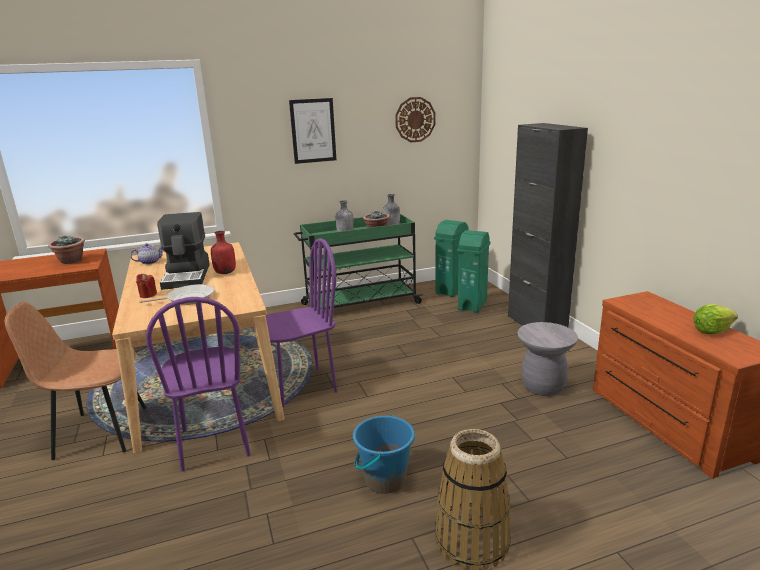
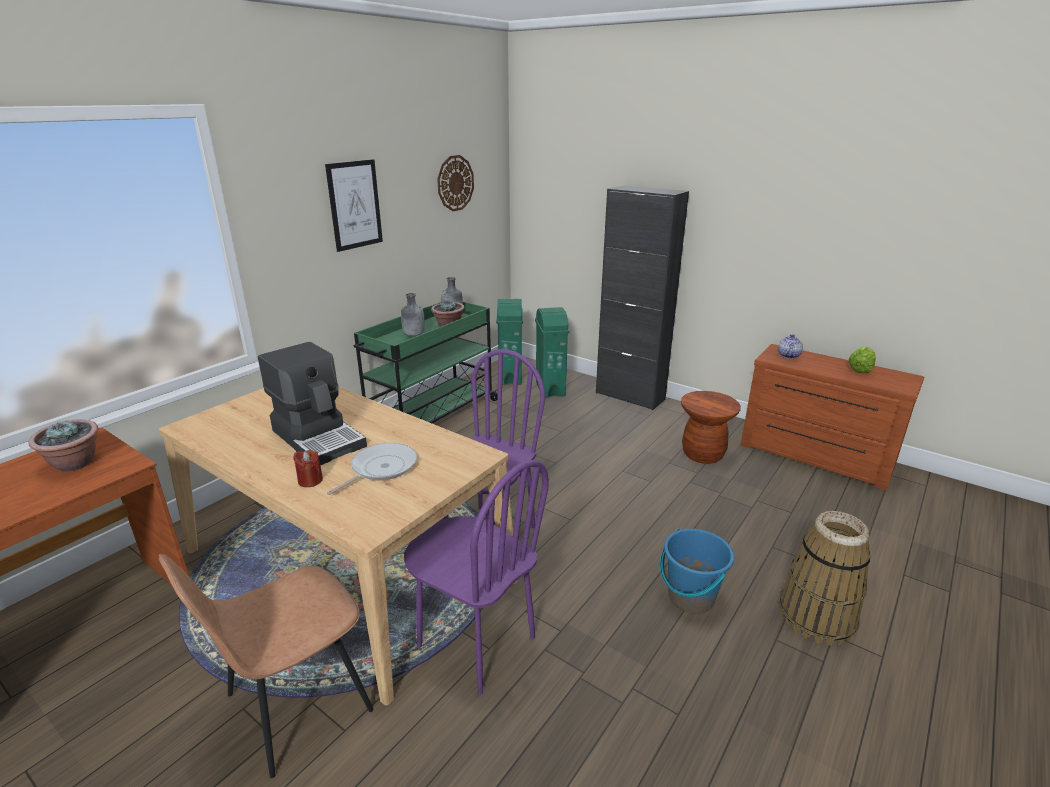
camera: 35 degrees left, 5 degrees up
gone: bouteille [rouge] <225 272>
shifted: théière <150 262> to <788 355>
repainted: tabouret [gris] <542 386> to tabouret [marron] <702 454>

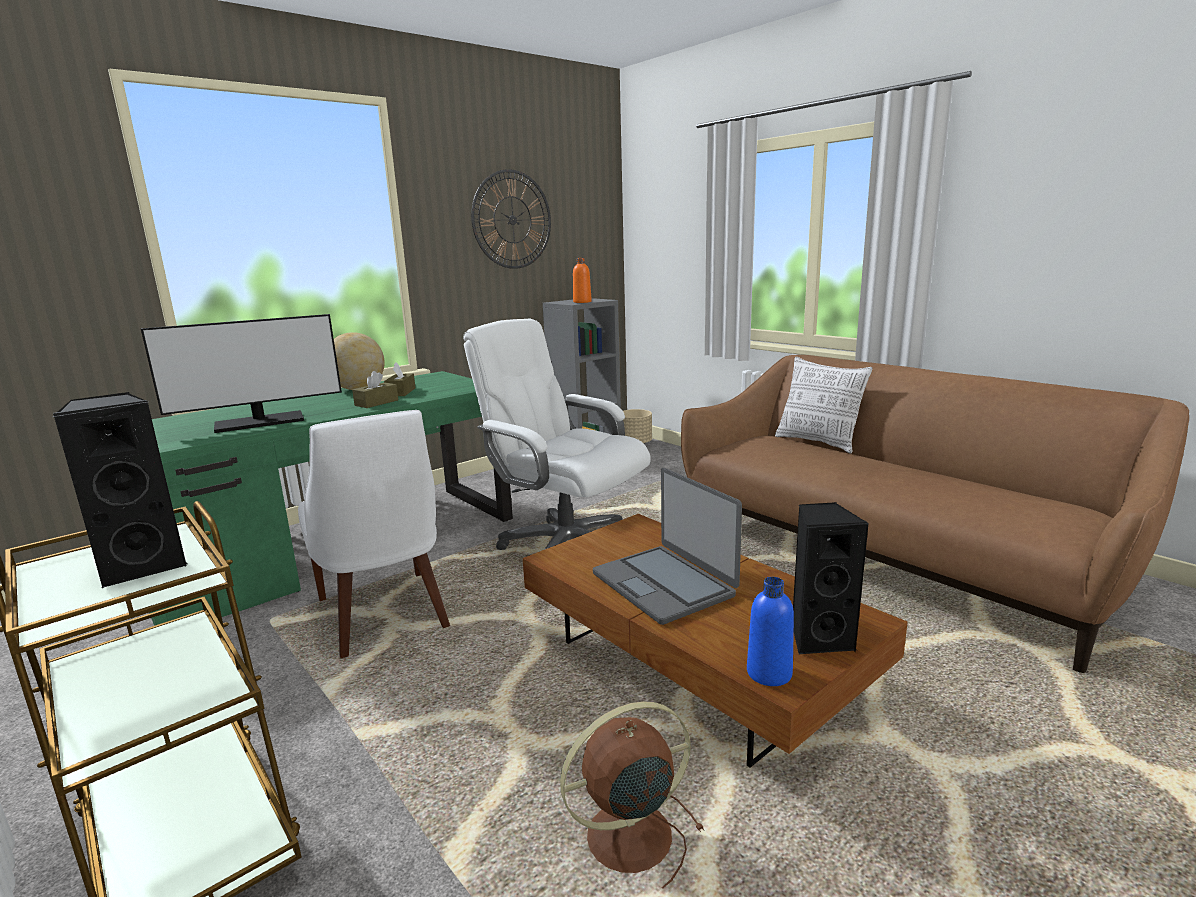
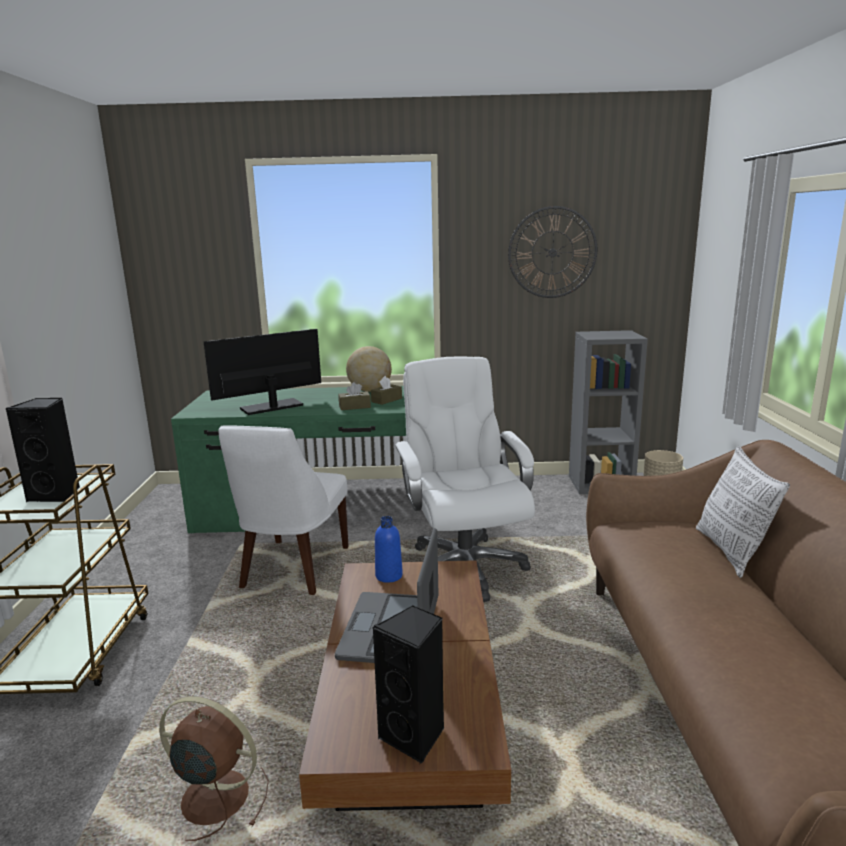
camera: 40 degrees right, 0 degrees up
gone: bouteille [orange] <582 302>
shifted: bouteille [bleu] <769 673> to <389 576>
rotated: écran d'ordinateur <259 422> = <271 407> 135 degrees clockwise

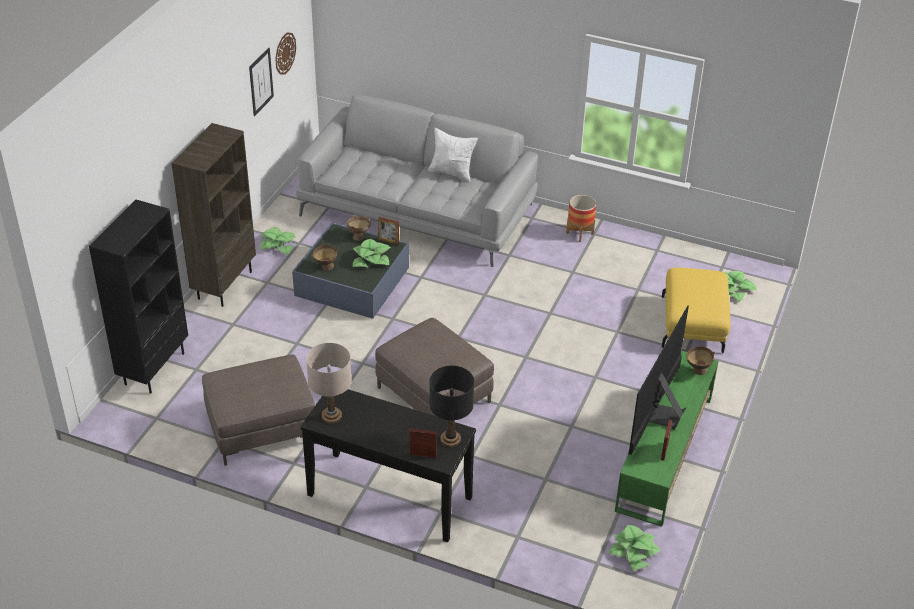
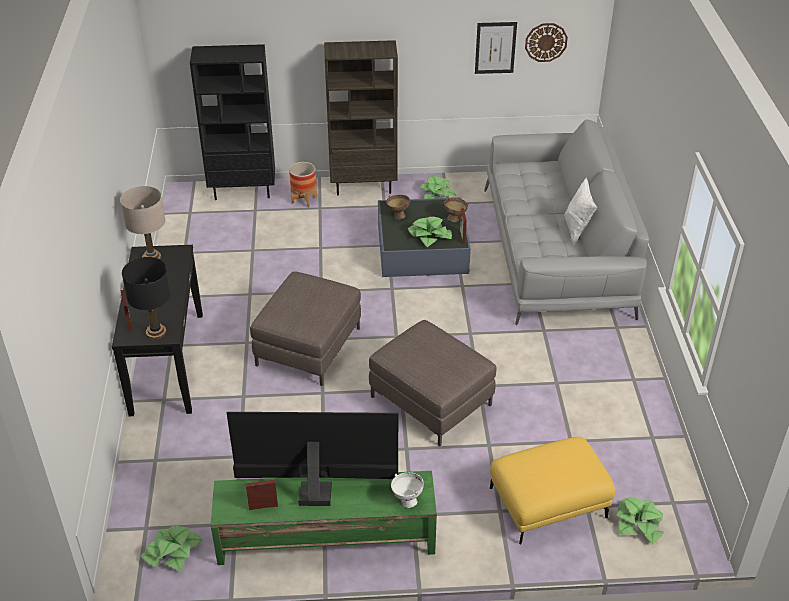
camera: 65 degrees right, 0 degrees up
shifted: pouf [marron] <261 428> to <430 401>; cache-pot <579 233> to <304 200>
repainted: bol [marron] <697 371> to bol [blanc] <406 500>

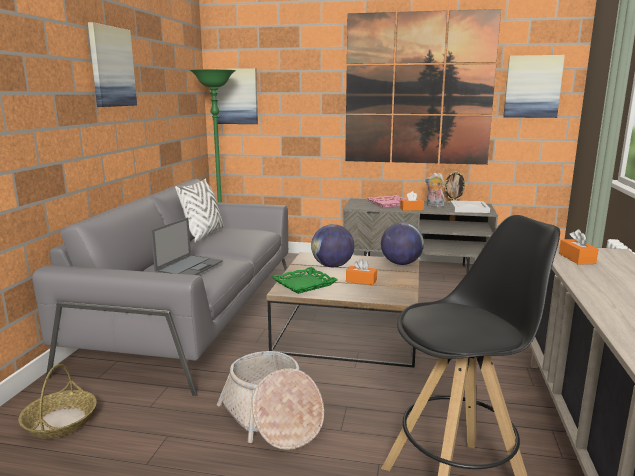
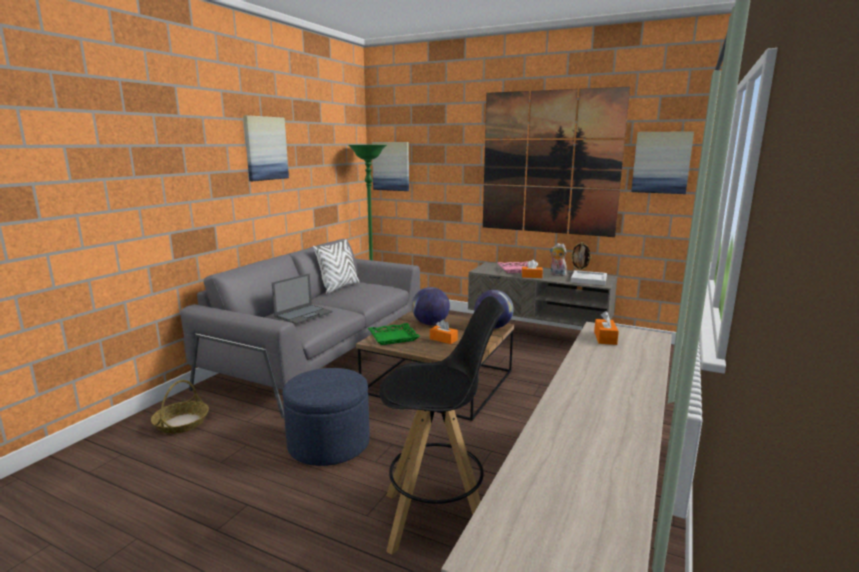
camera: 15 degrees right, 0 degrees up
swapped: panier <272 418> to pouf [bleu] <329 444>

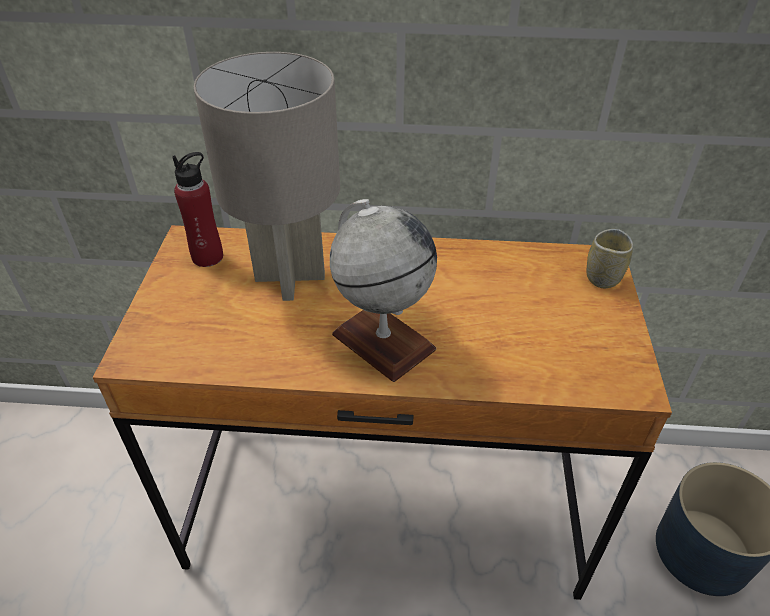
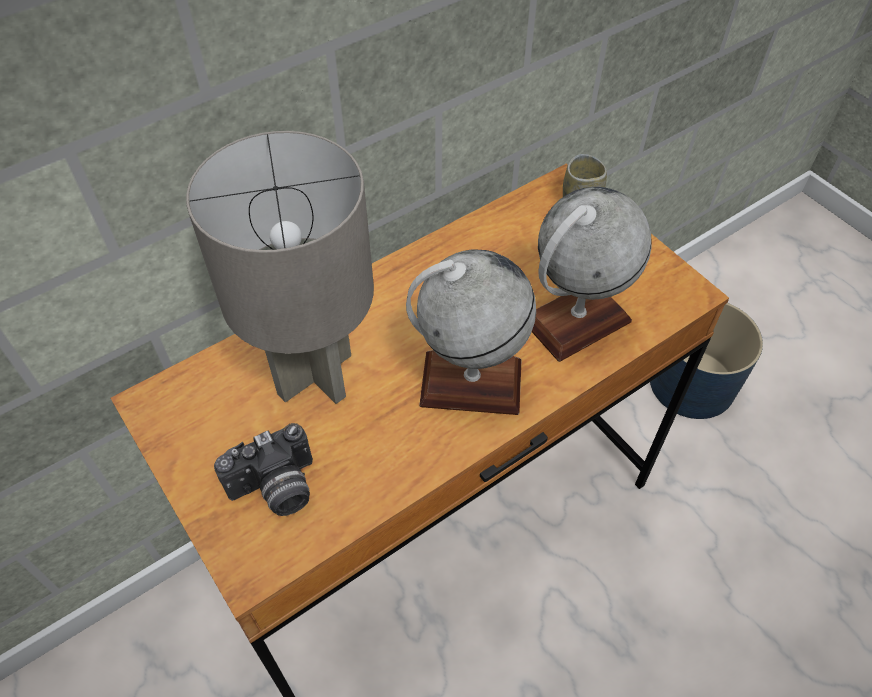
camera: 40 degrees left, 10 degrees up
gone: bouteille [rouge] <208 257>
new: appareil photo <276 490>; globe <576 321>

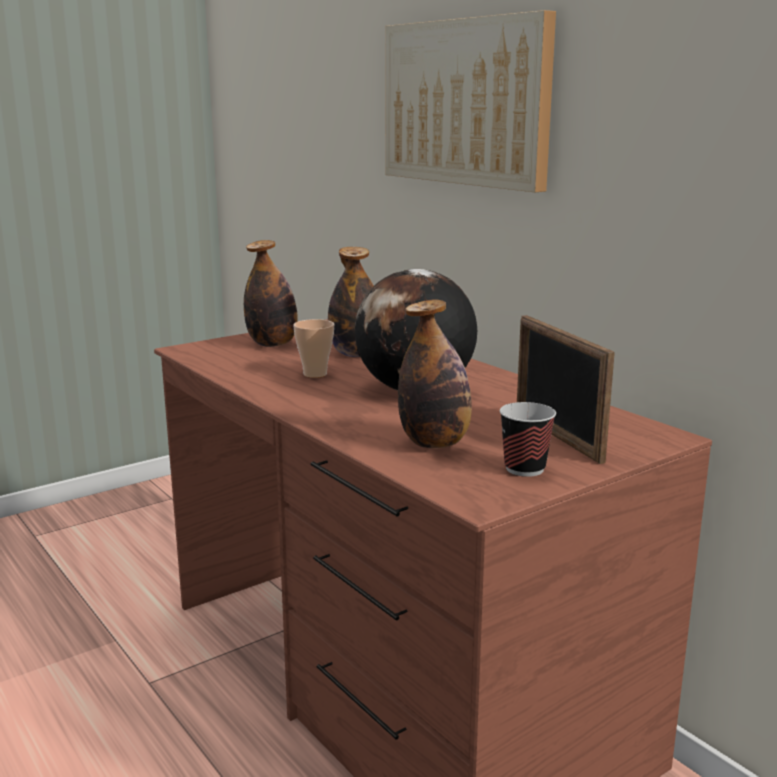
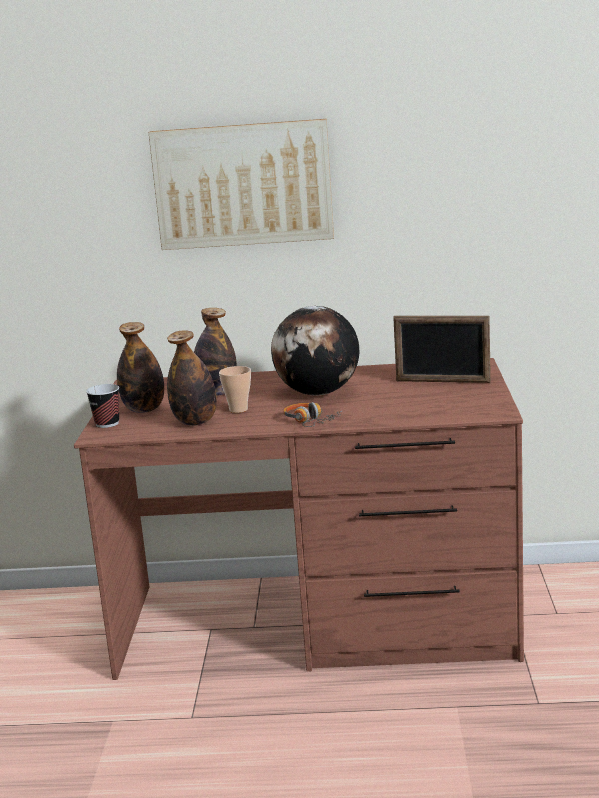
camera: 50 degrees left, 0 degrees up
new: casque audio <310 421>
shifted: bouteille <435 443> to <195 422>; tasse <524 469> to <107 424>

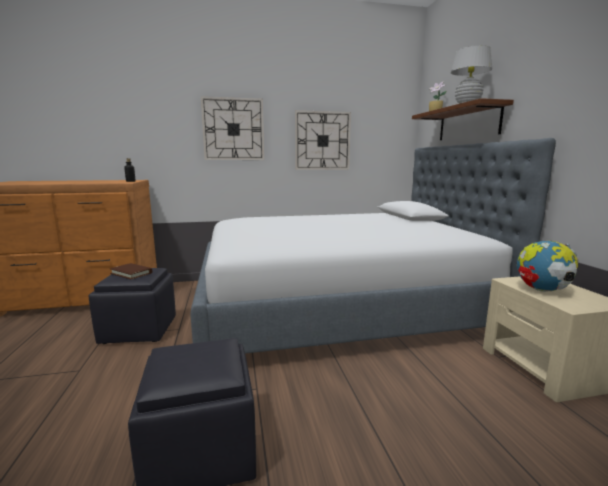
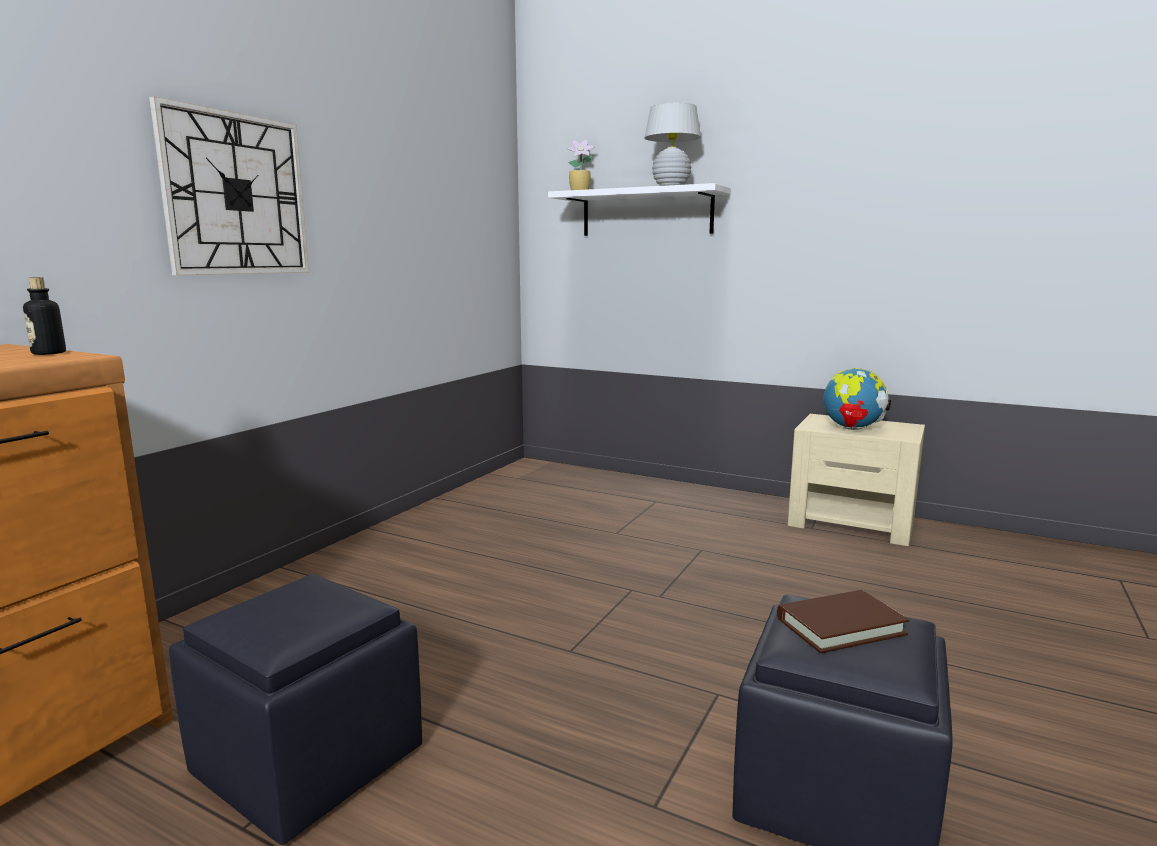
camera: 50 degrees left, 0 degrees up
gone: lit <340 306>; horloge murale <322 141>
shifted: livre [marron] <131 273> to <840 626>
repainted: étagère [marron] <468 123> to étagère [blanc] <646 213>

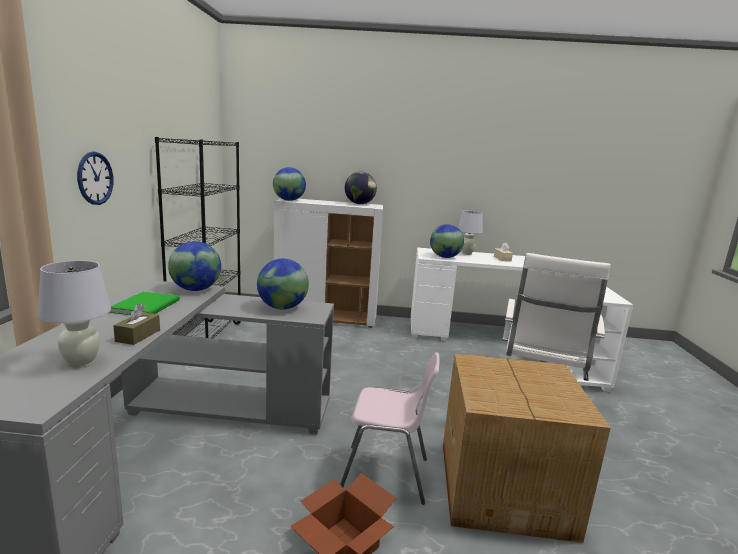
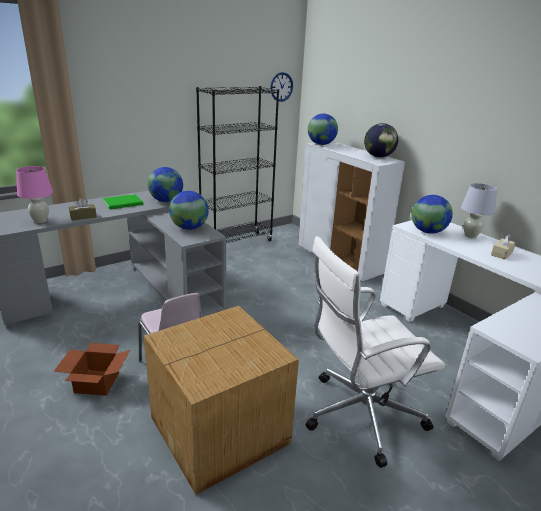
camera: 50 degrees right, 10 degrees up
shifted: horloge murale <95 178> to <281 87>
repainted: lampe de table [blanc] <81 363> to lampe de table [rose] <40 221>

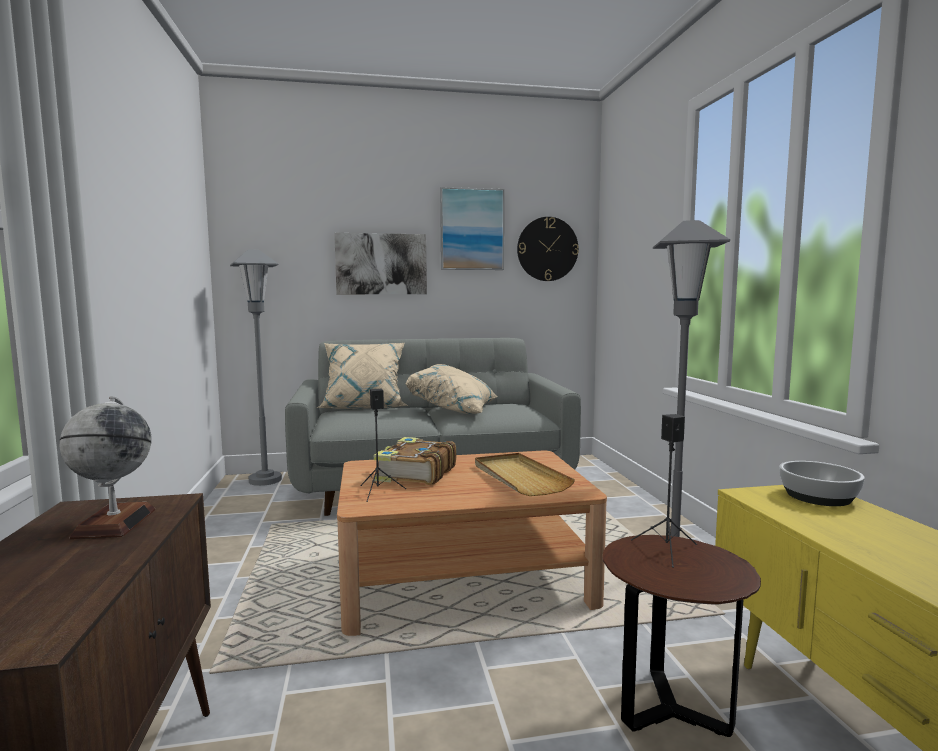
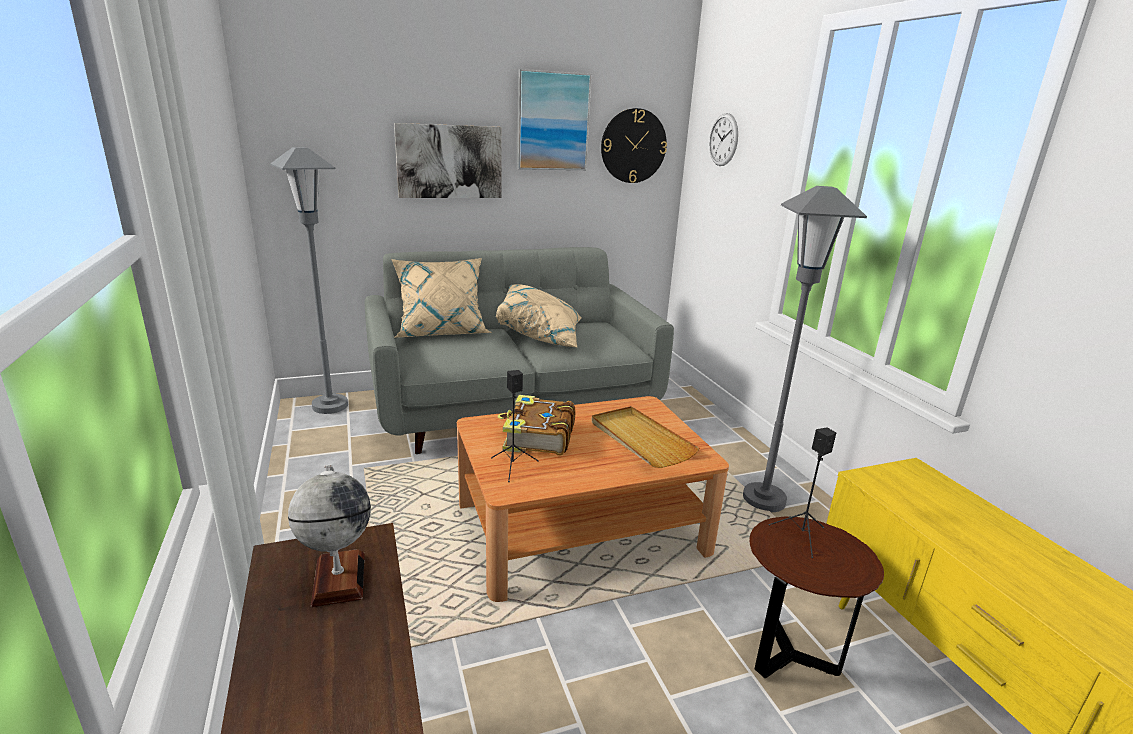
camera: 10 degrees left, 15 degrees up
gone: bol <817 496>
new: horloge murale <723 139>

